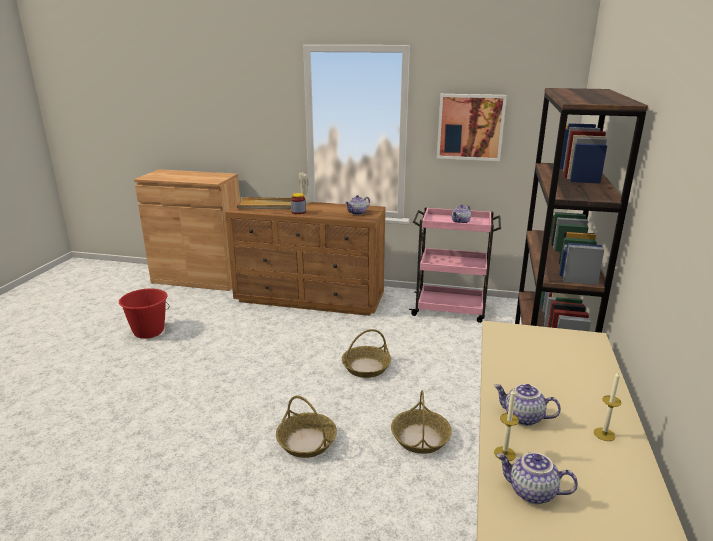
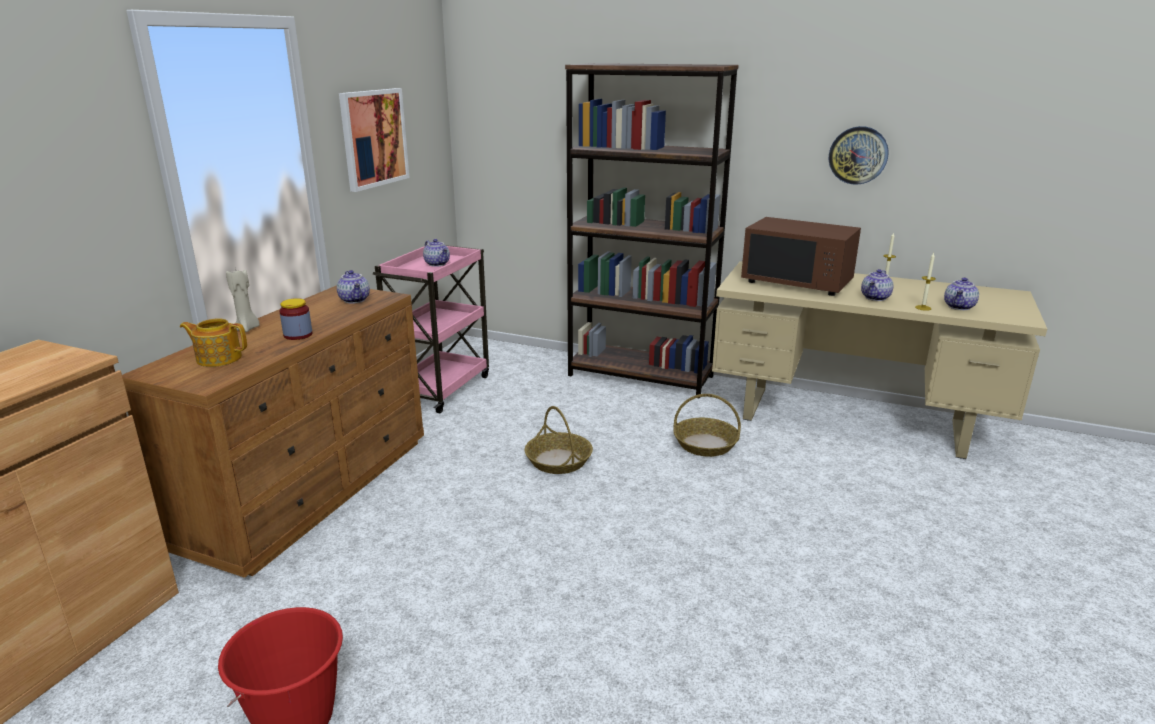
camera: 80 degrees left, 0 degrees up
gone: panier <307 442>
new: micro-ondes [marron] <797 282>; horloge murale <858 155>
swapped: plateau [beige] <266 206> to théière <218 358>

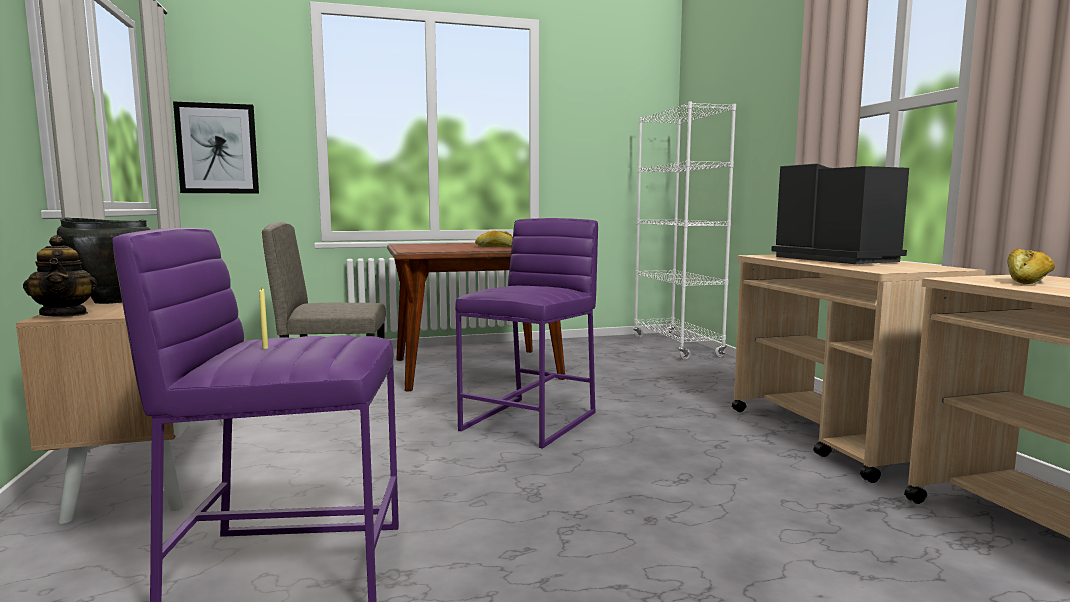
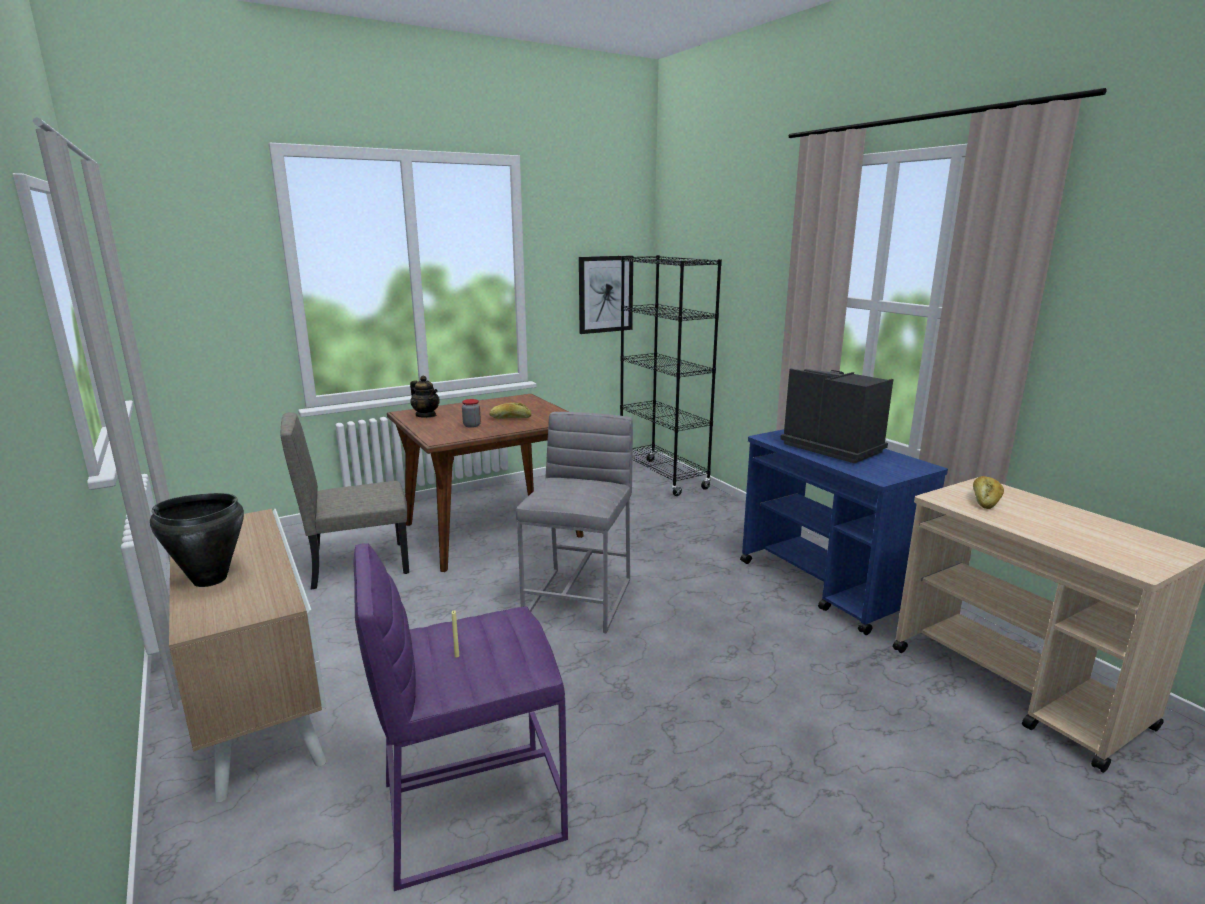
camera: 15 degrees left, 10 degrees up
new: bocal <472 425>
shifted: théière <65 314> to <426 415>; tableau <217 149> to <605 294>
repainted: tabouret [violet] <531 421> to tabouret [gris] <580 599>; bibliothèque [blanc] <676 347> to bibliothèque [noir] <663 477>; chariot [beige] <835 437> to chariot [bleu] <827 585>

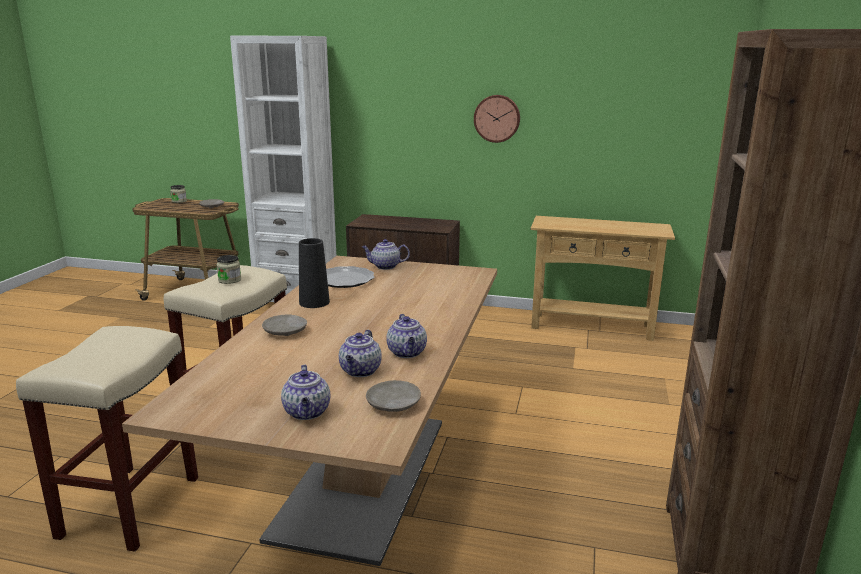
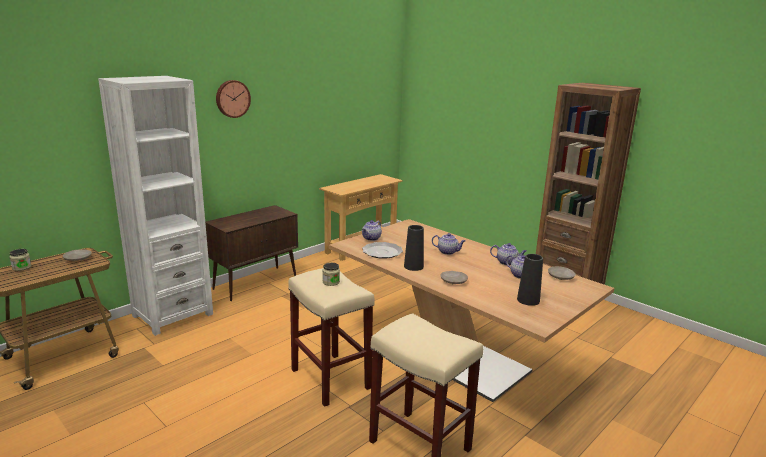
camera: 60 degrees left, 0 degrees up
new: vase [noir] <528 300>
shifted: théière <307 412> to <448 252>; horloge murale <497 118> to <232 98>

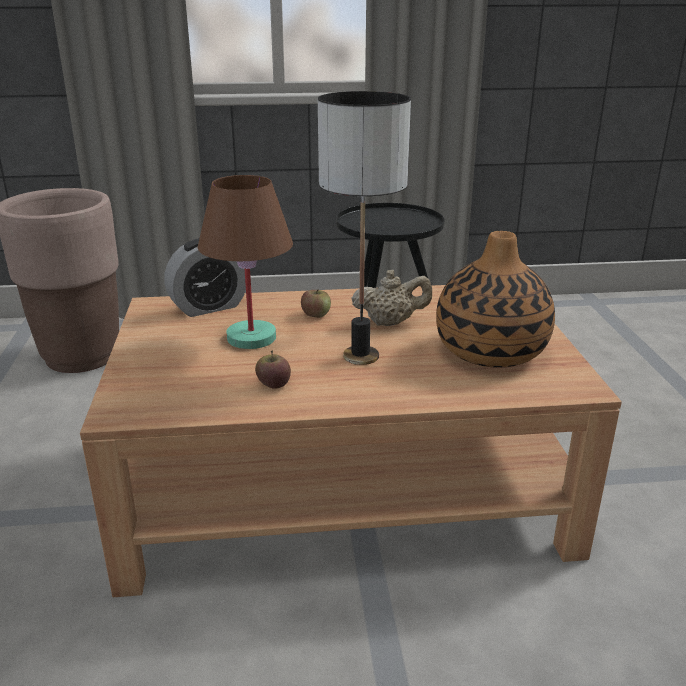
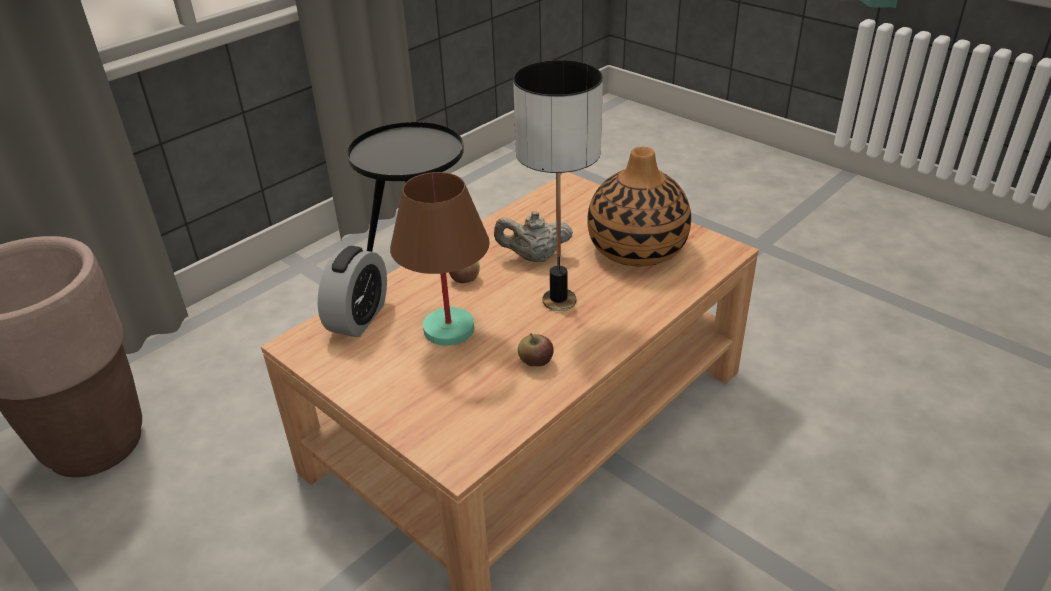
camera: 40 degrees left, 10 degrees up
rotated: théière [beige] <391 322> = <534 257> 135 degrees counterclockwise

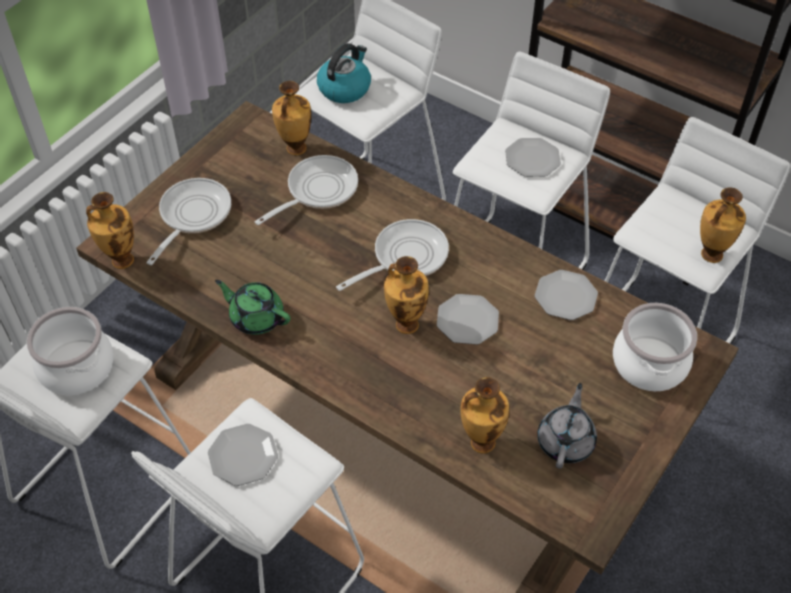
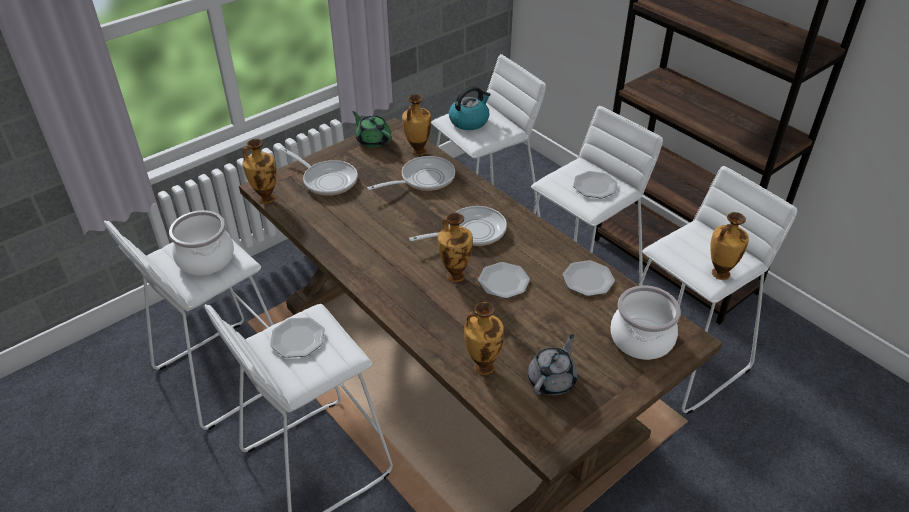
camera: 15 degrees right, 10 degrees down
shifted: théière [vert] <256 317> to <373 140>
rotated: poêle <192 216> = <327 180> 90 degrees clockwise

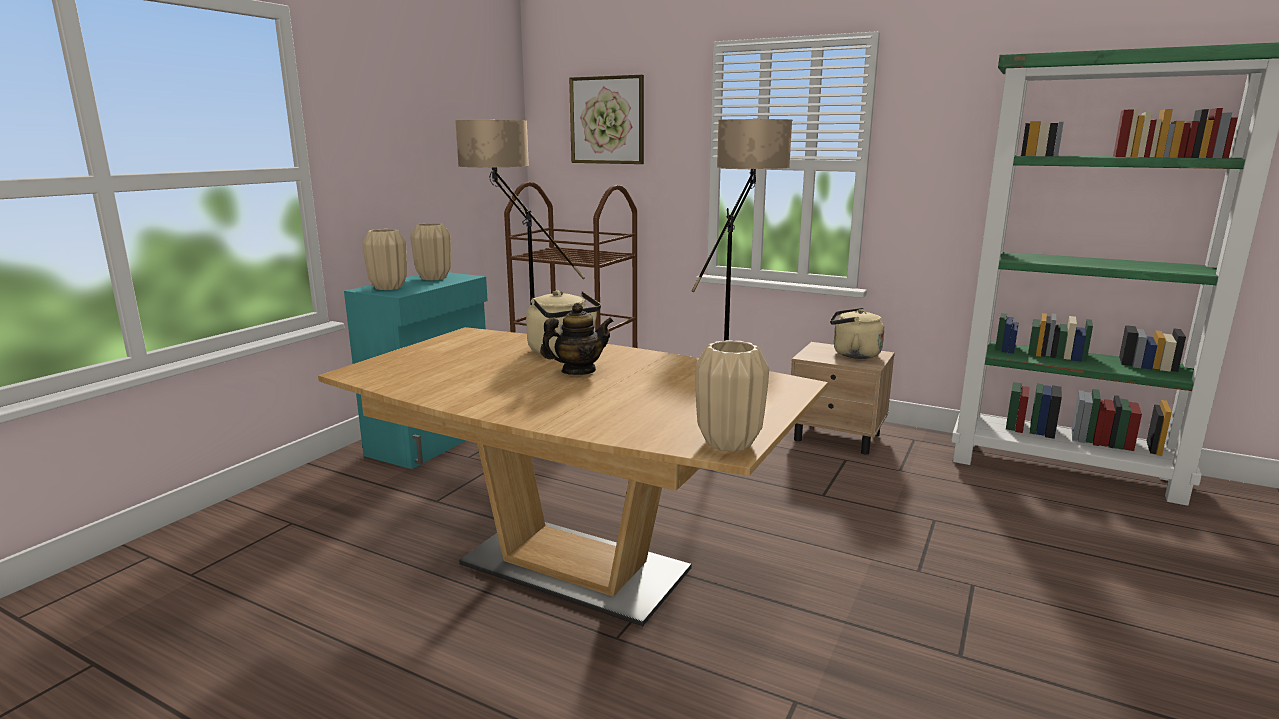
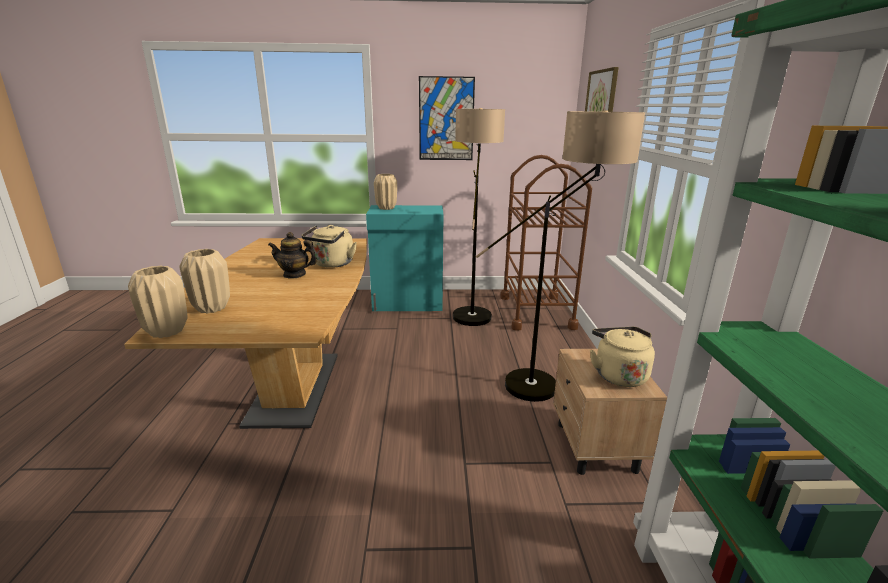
camera: 60 degrees right, 5 degrees up
new: tableau <446 119>
shifted: vase [beige] <433 278> to <212 308>
rotated: théière <578 371> = <294 274> 150 degrees clockwise

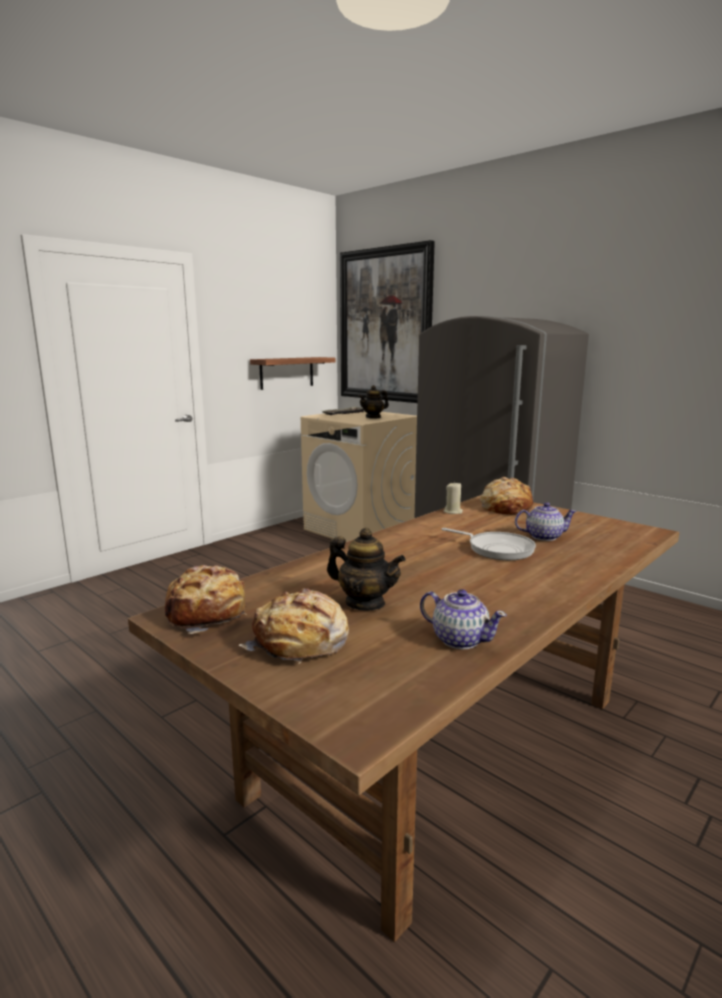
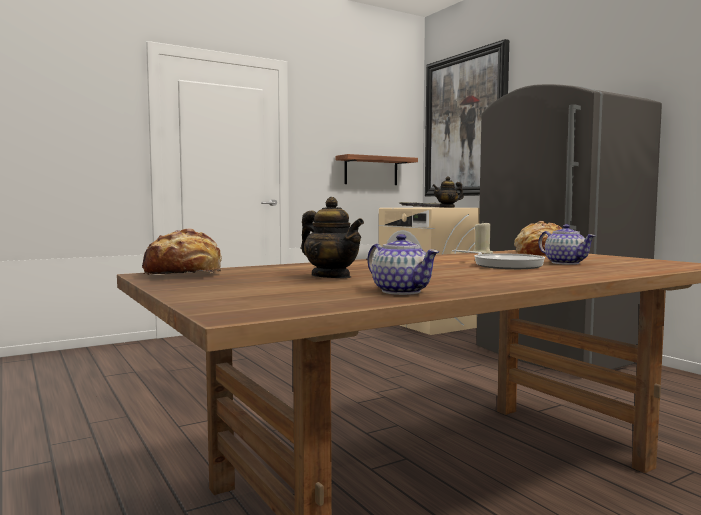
camera: 15 degrees right, 10 degrees down
gone: pain <300 643>
rotated: théière <543 536> = <565 263> 45 degrees clockwise

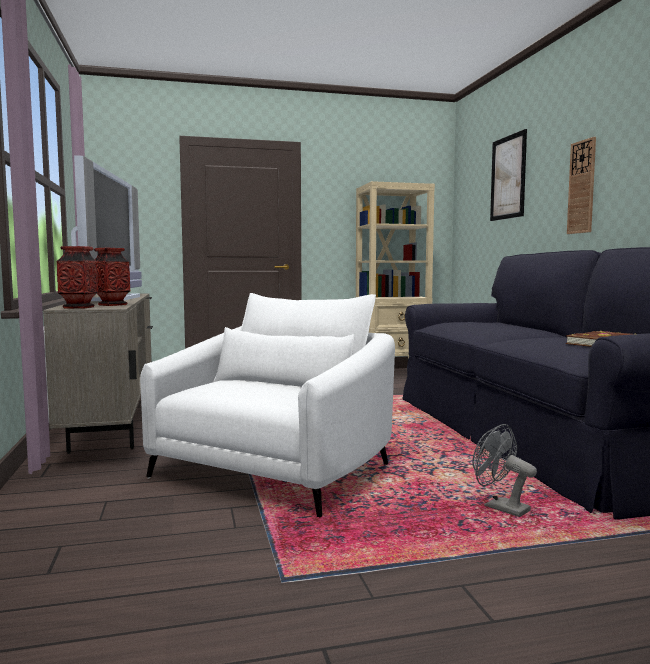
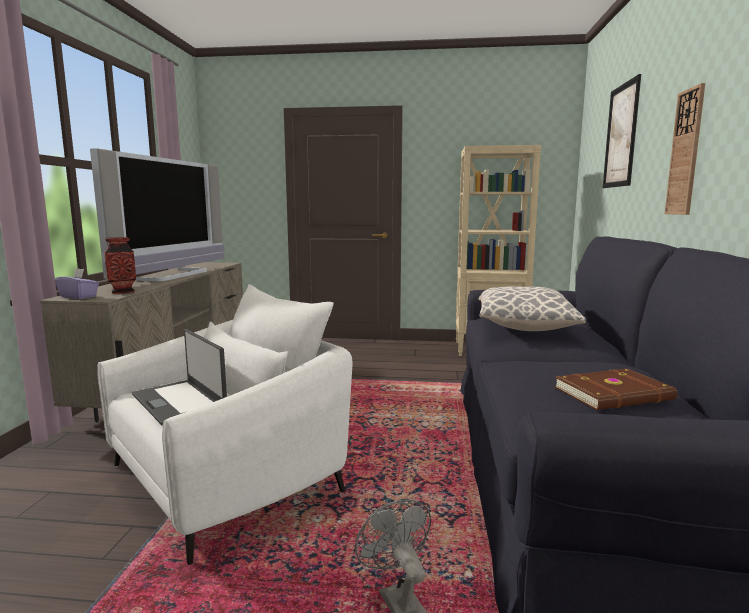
camera: 20 degrees right, 5 degrees up
new: ordinateur portable <180 402>; coussin <525 327>
swapped: vase <79 307> to boîte à mouchoirs [violet] <79 297>

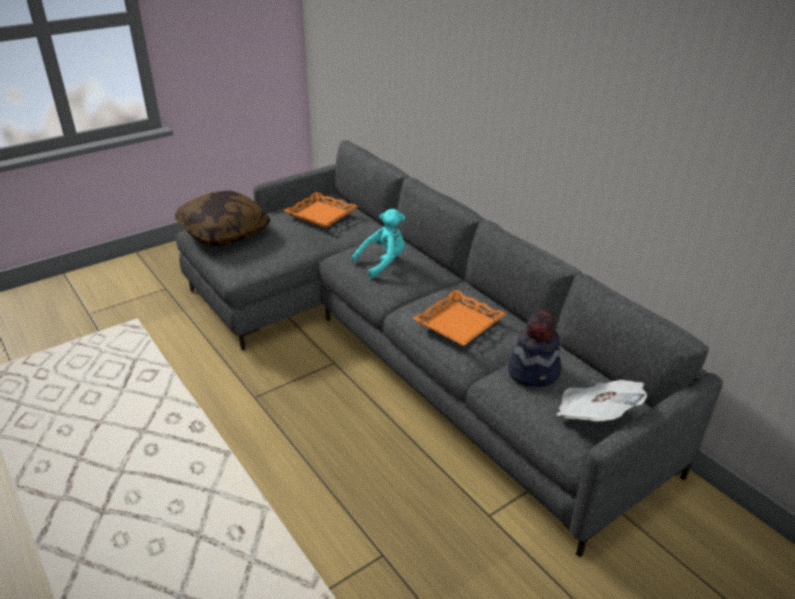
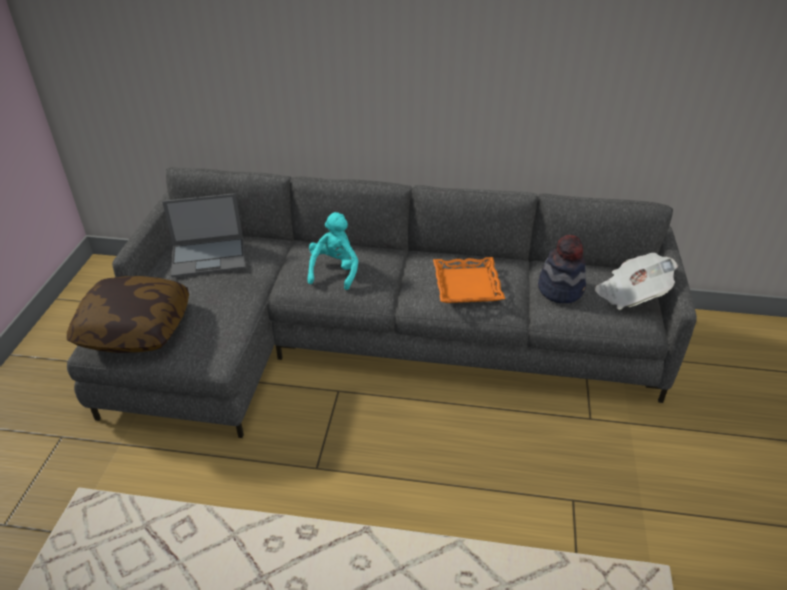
camera: 45 degrees left, 5 degrees up
swapped: plateau [orange] <322 214> to ordinateur portable <209 257>

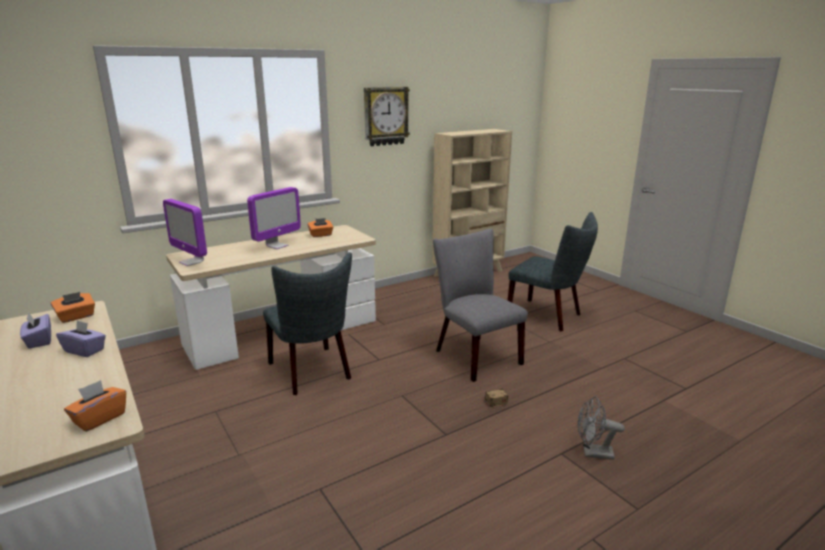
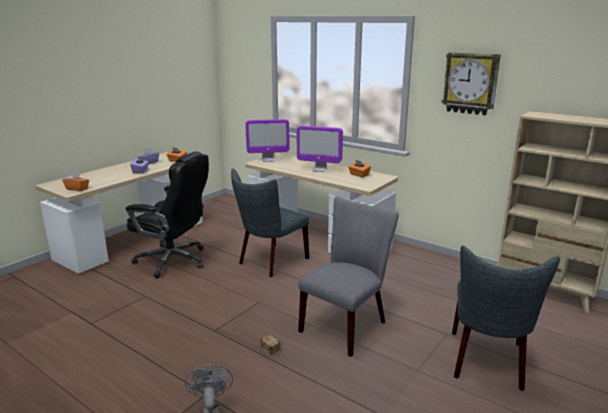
camera: 70 degrees right, 0 degrees up
new: chaise de bureau [noir] <173 261>
rotated: écran d'ordinateur <191 262> = <268 160> 120 degrees counterclockwise

